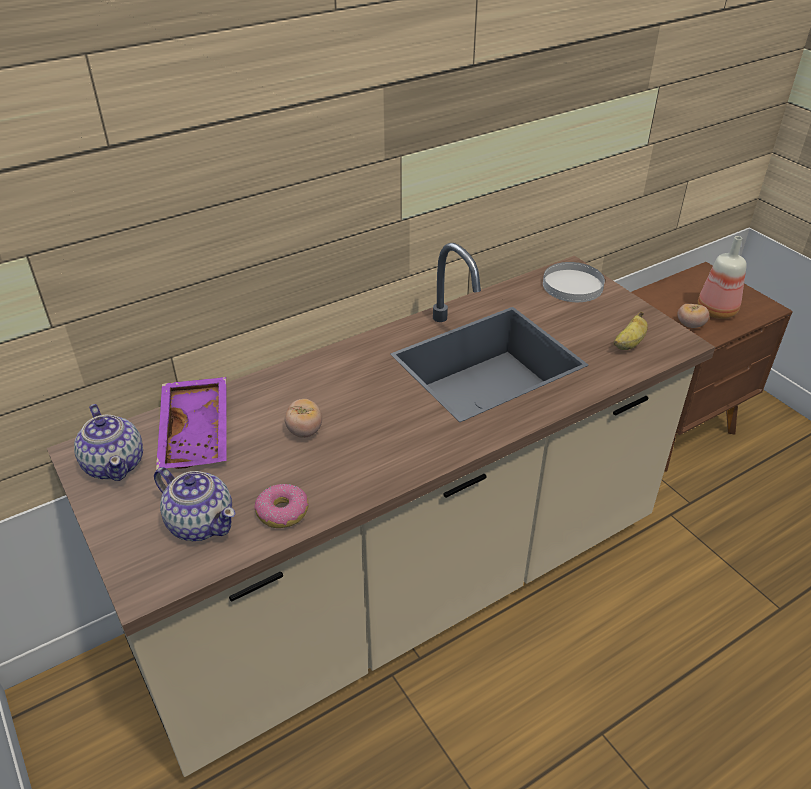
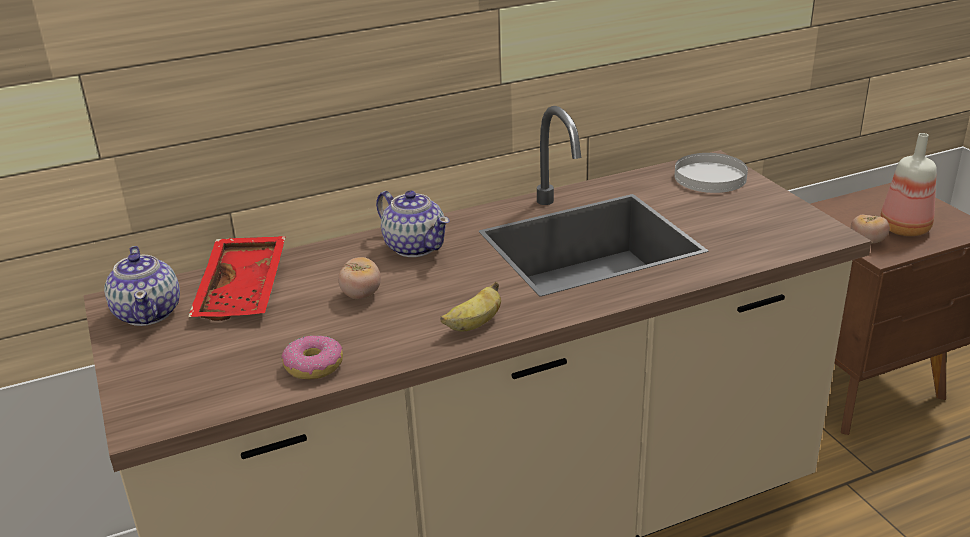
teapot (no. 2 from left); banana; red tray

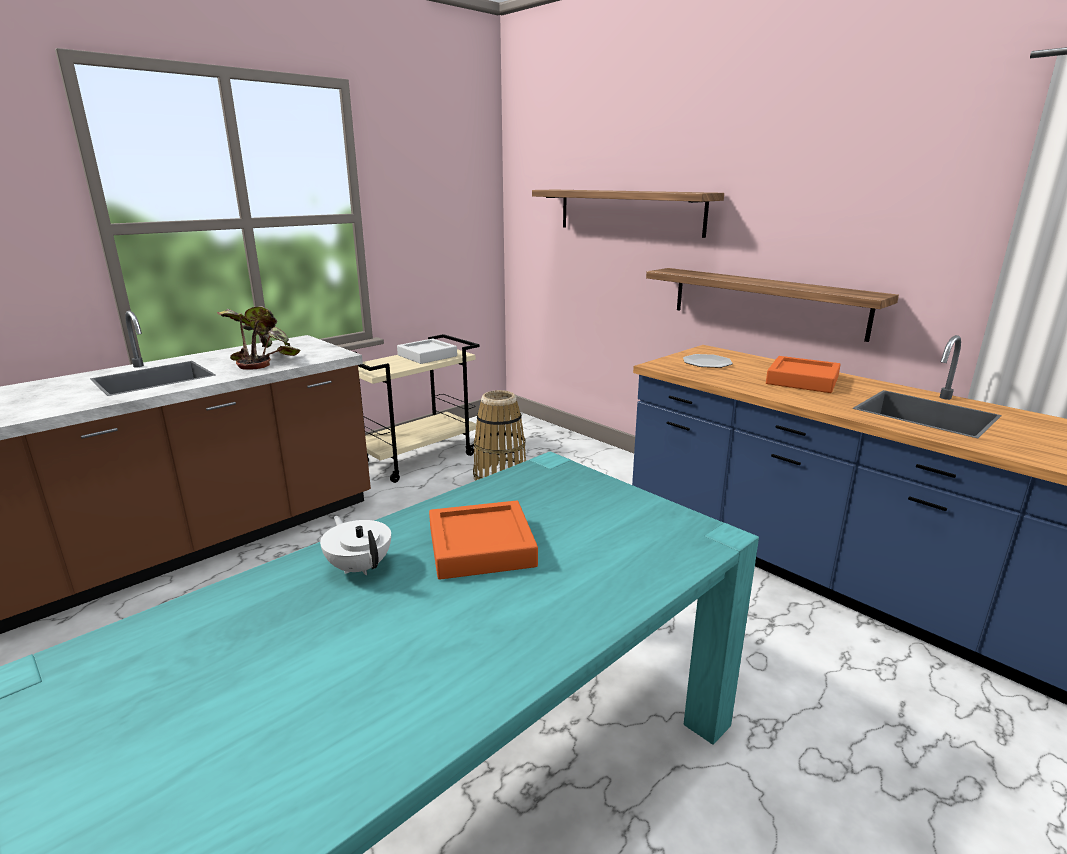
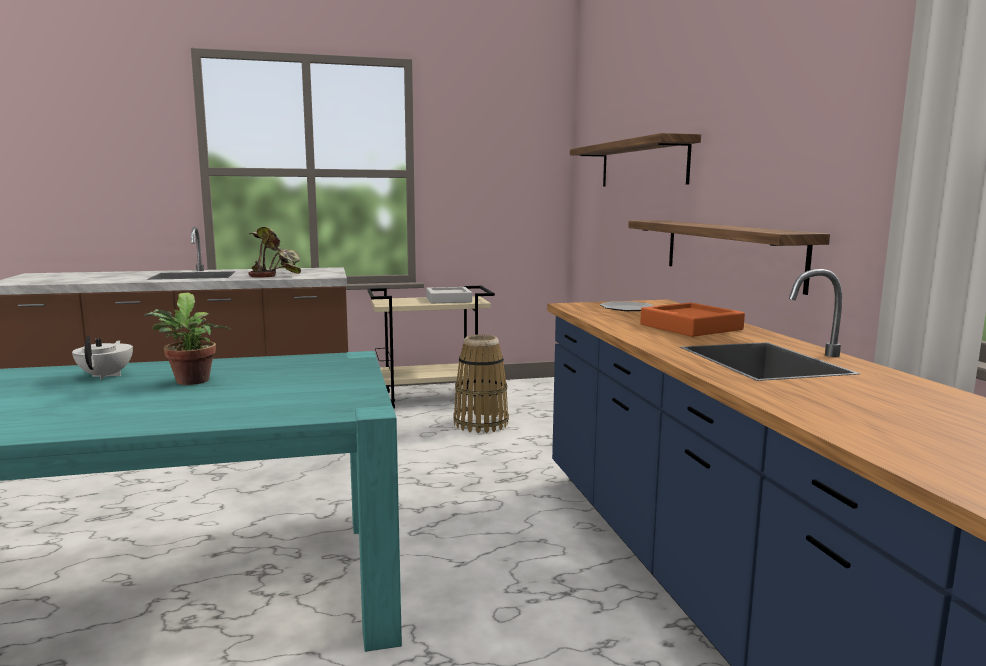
potted plant (no. 1 from left)

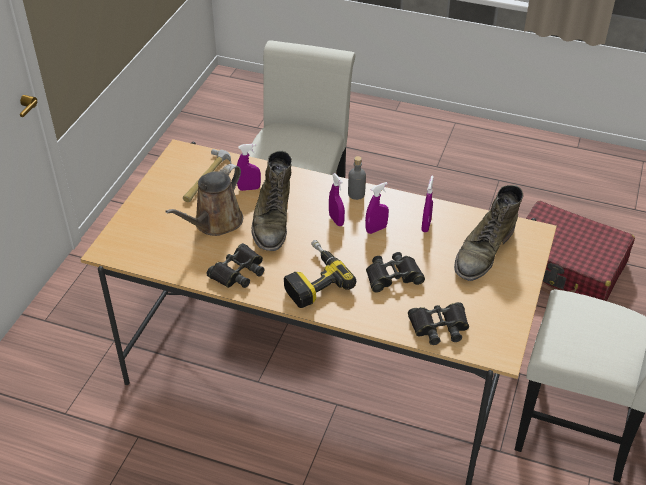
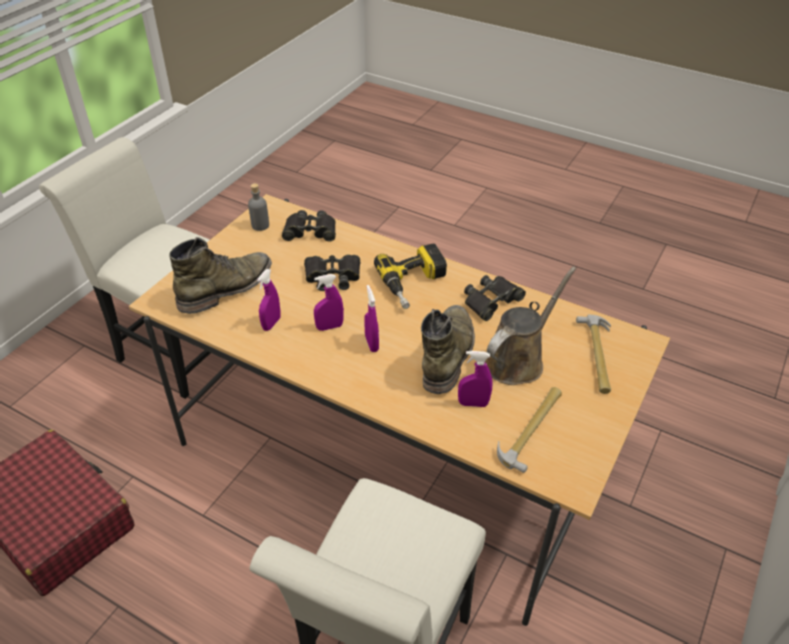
hammer (no. 2 from left); grey bottle

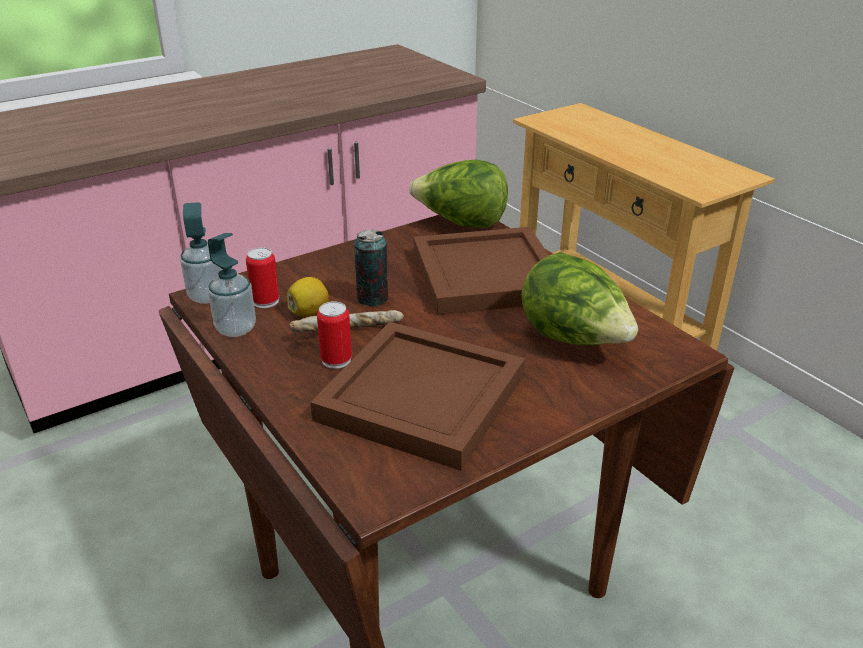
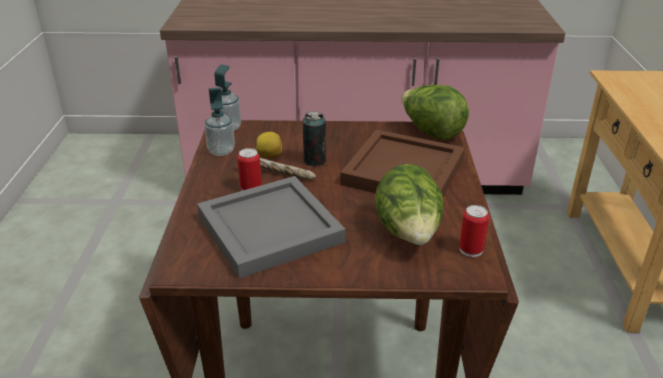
can (no. 3 from left); grey tray

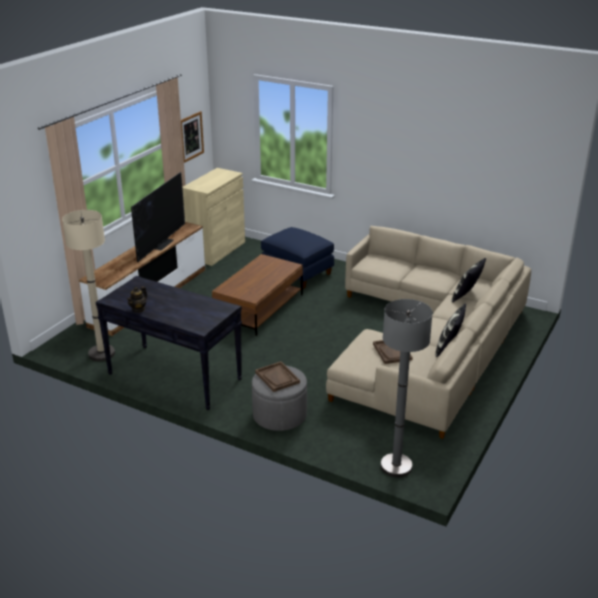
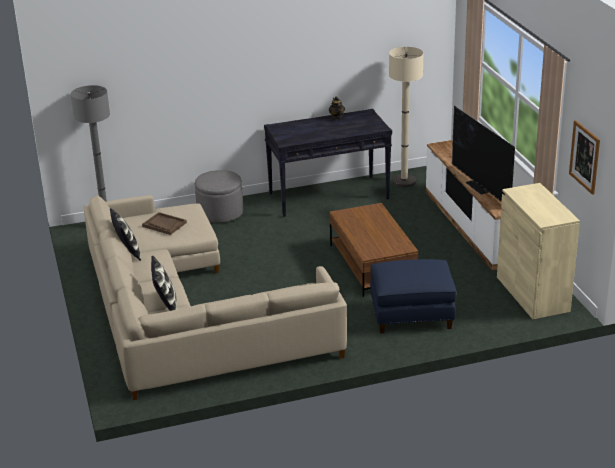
brown tray (no. 1 from left in the first image)

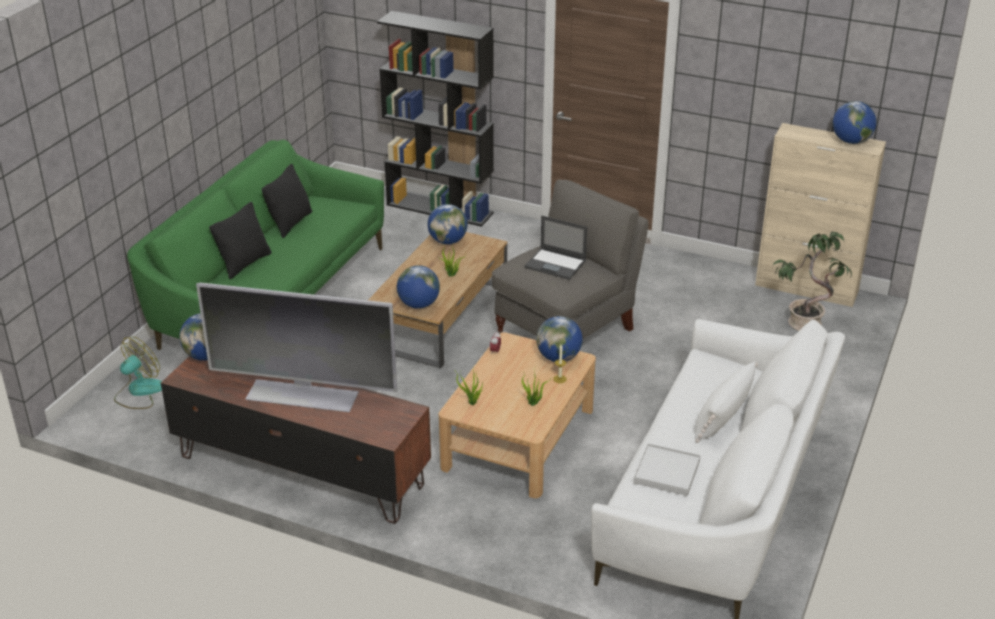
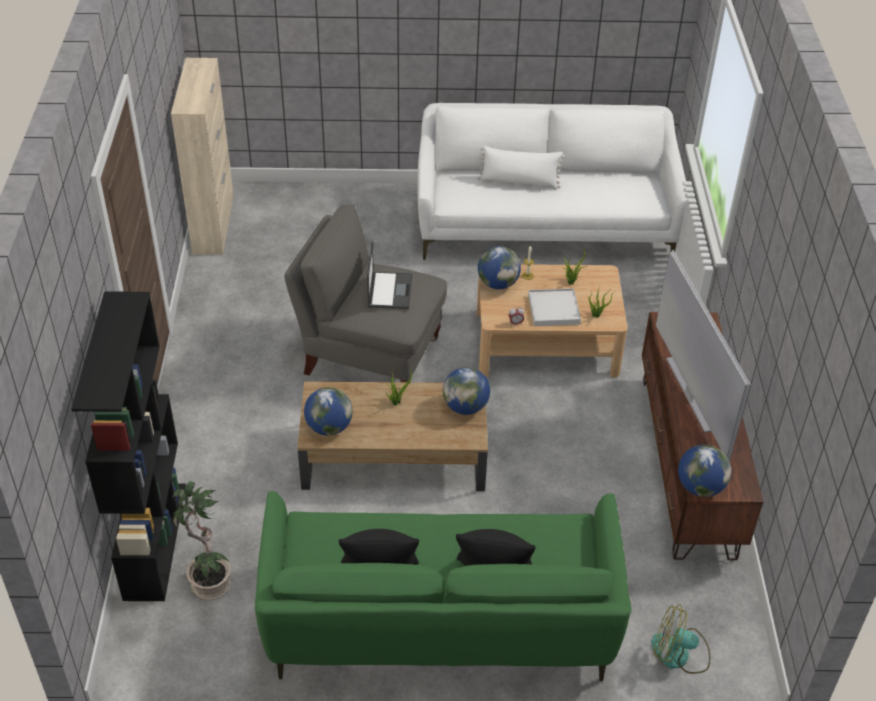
globe (no. 5 from left in the first image); white tray; potted plant (no. 1 from left)

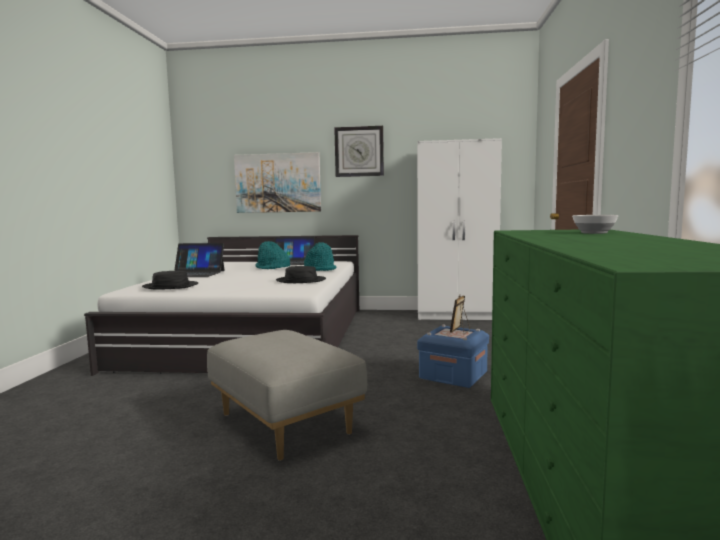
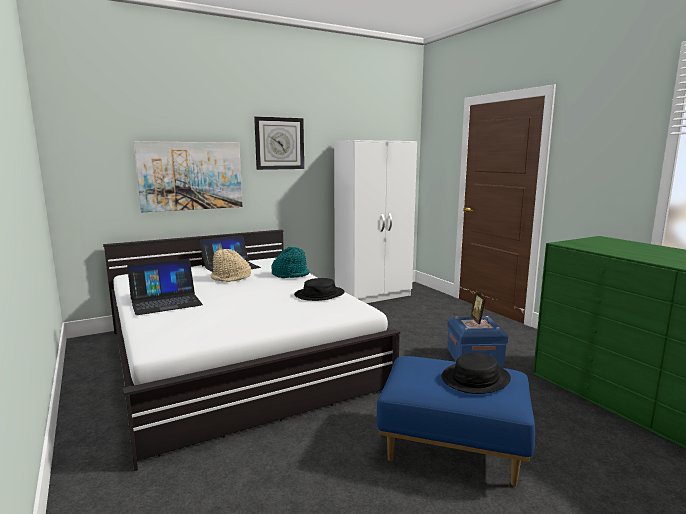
bowl; black hat (no. 2 from left); blue ottoman; beige hat

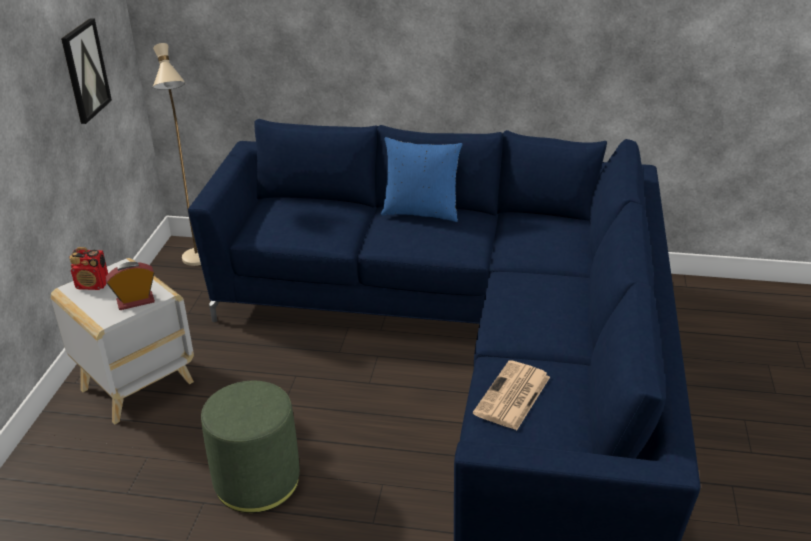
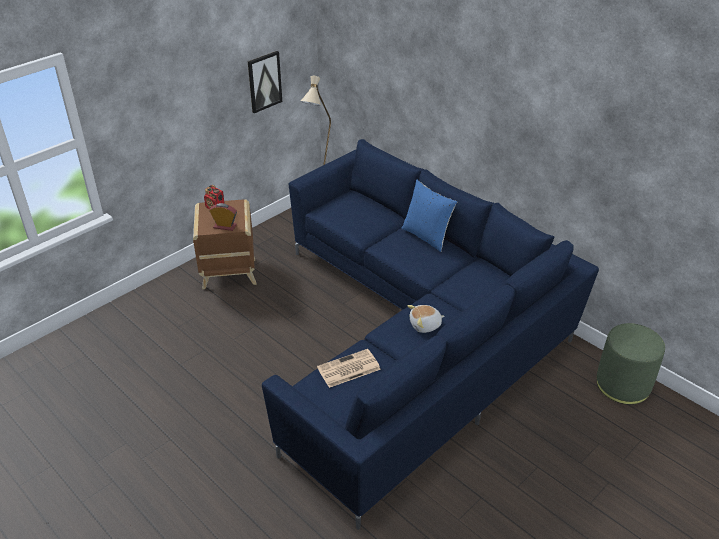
plush toy; green ottoman; brown side table

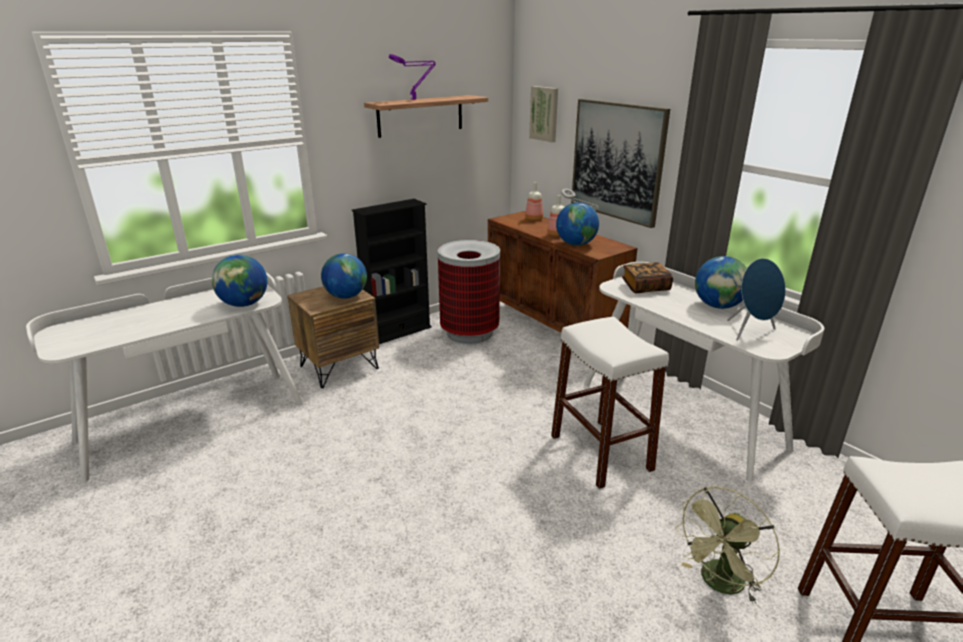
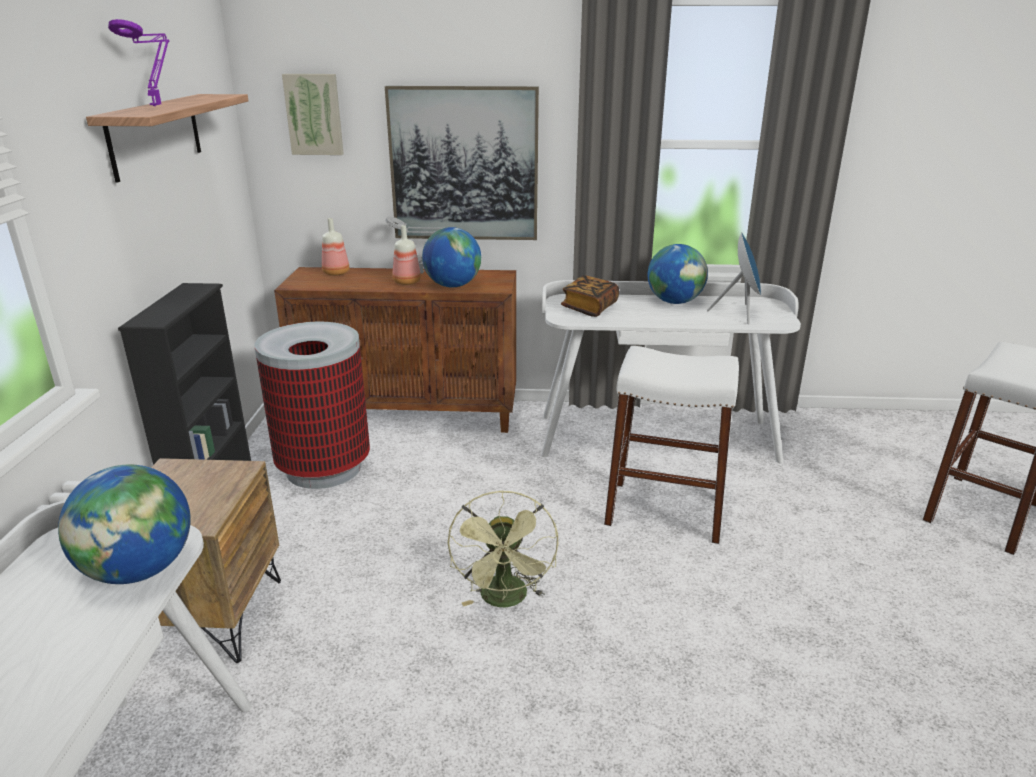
globe (no. 2 from left in the first image); green fan

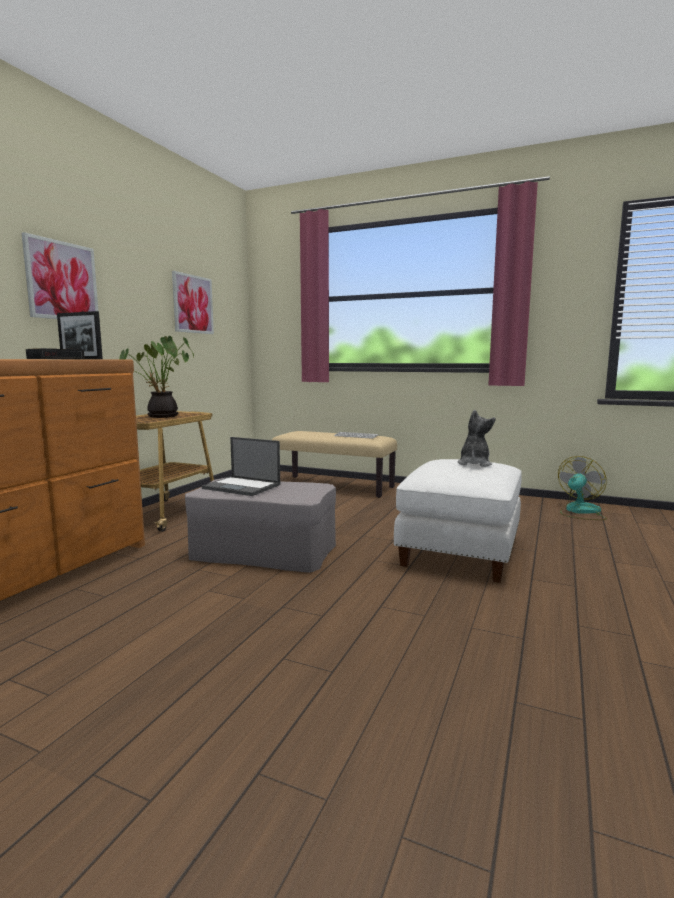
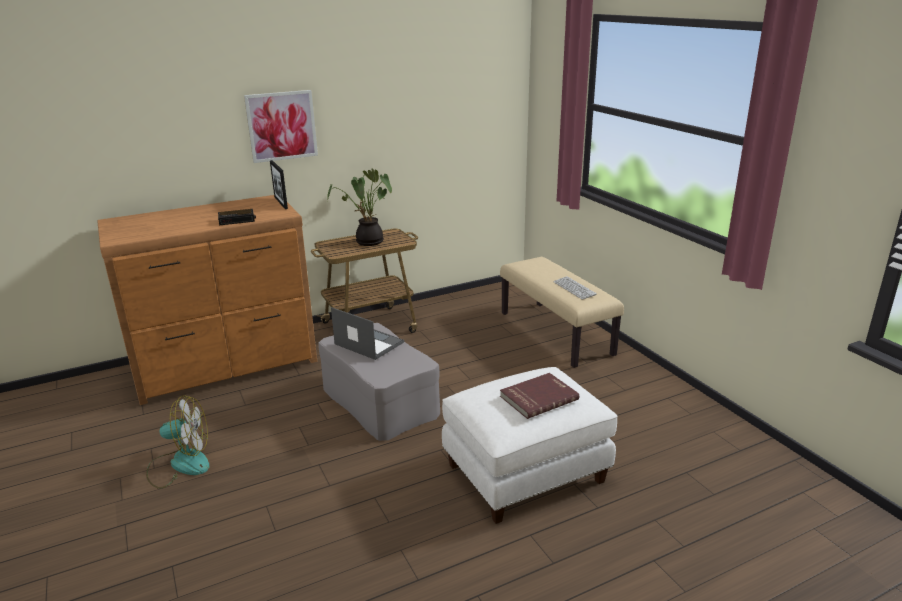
picture (no. 2 from left in the first image); fan; red book; laptop

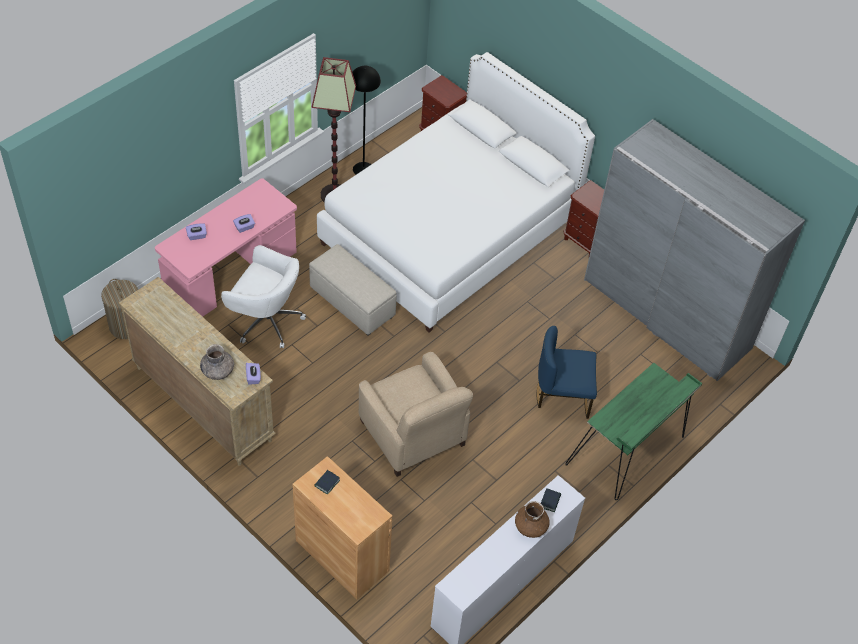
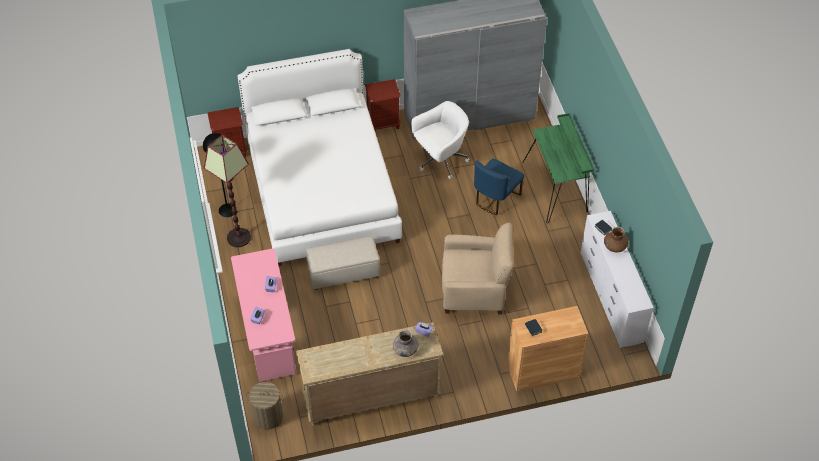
white office chair

